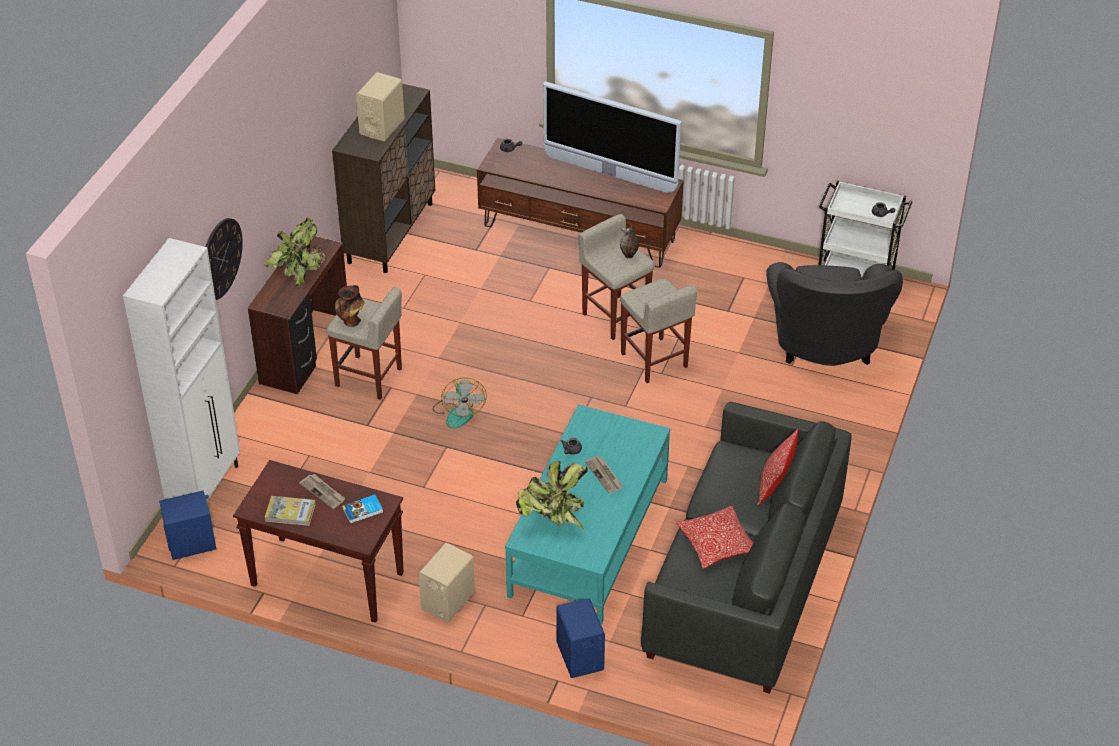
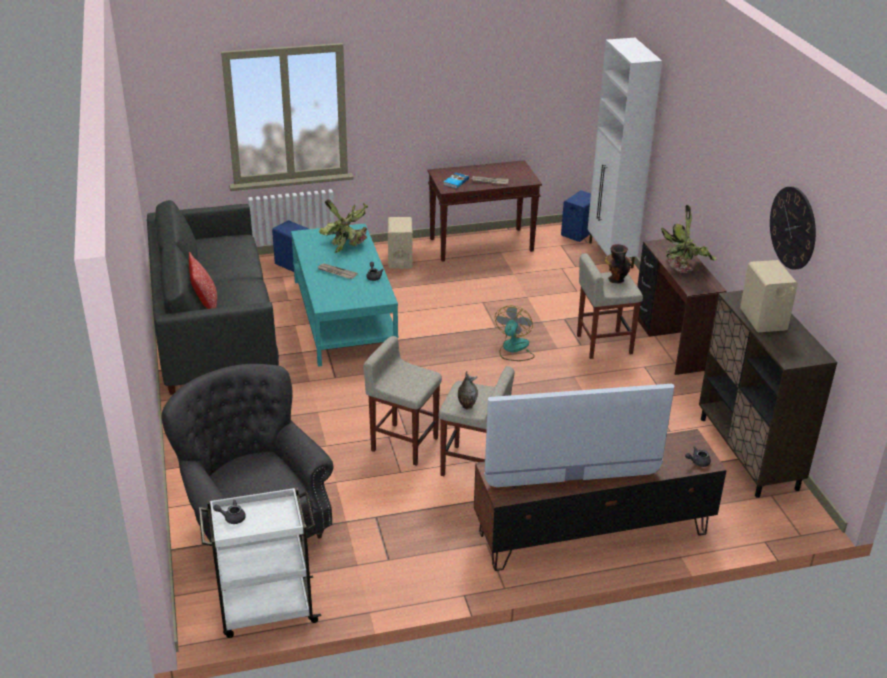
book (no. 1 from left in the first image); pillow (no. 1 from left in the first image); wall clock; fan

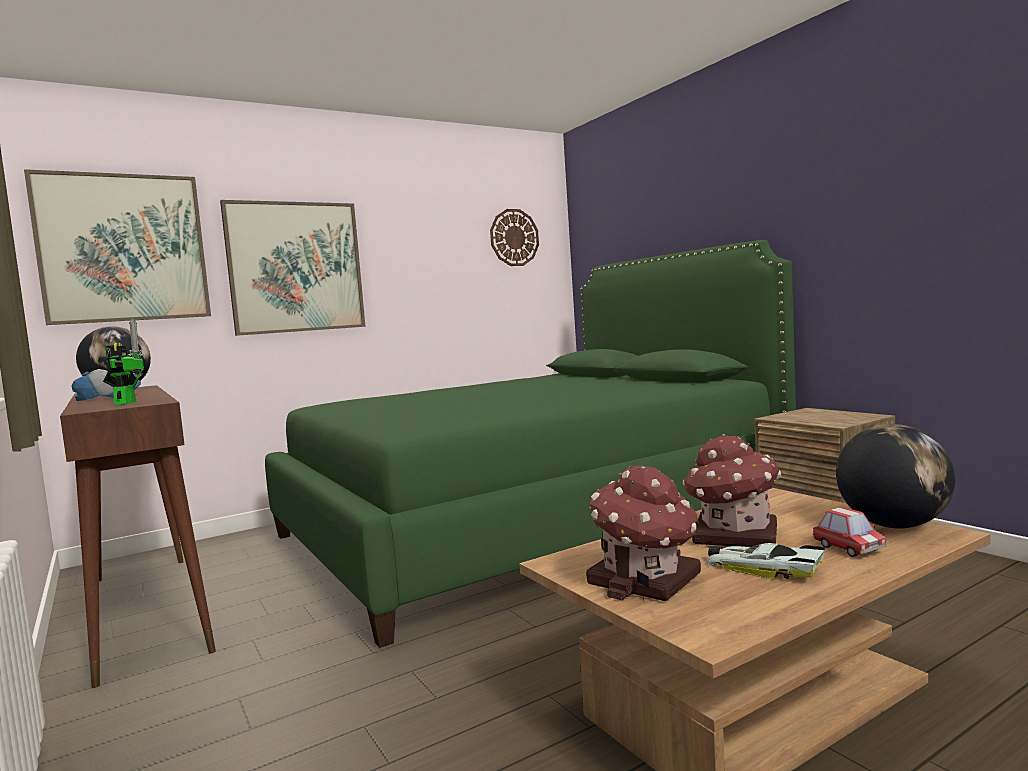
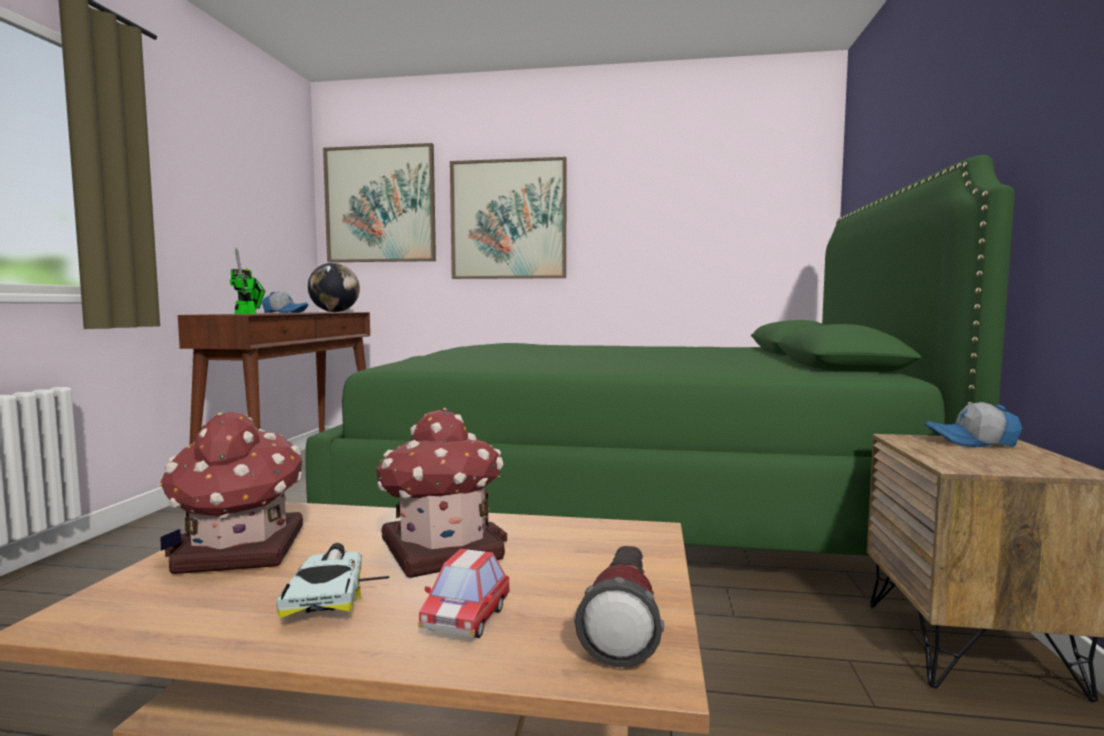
wall clock; cap (no. 2 from left); flashlight

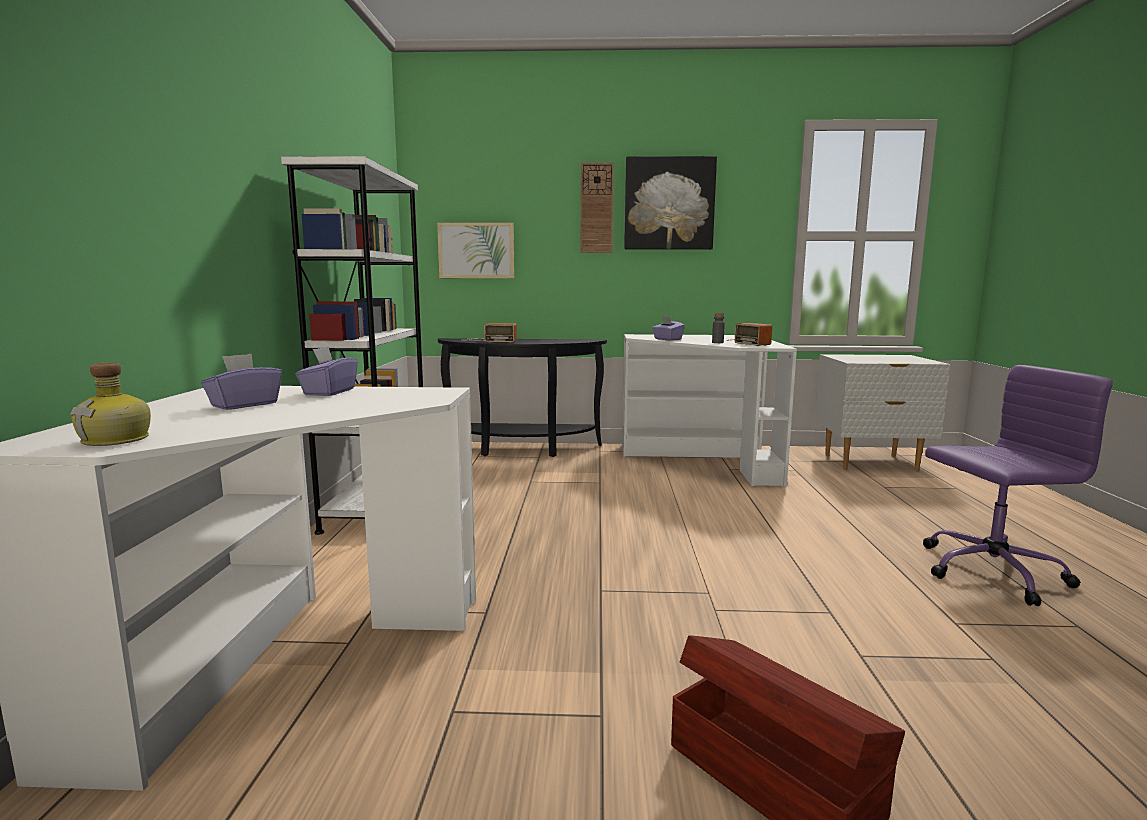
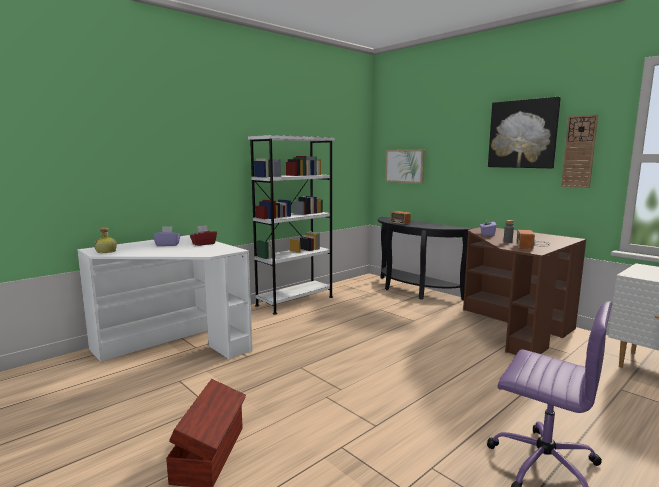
wall clock; red tissue box; brown desk

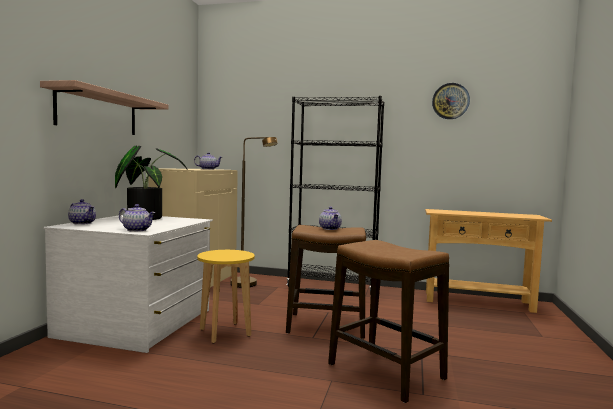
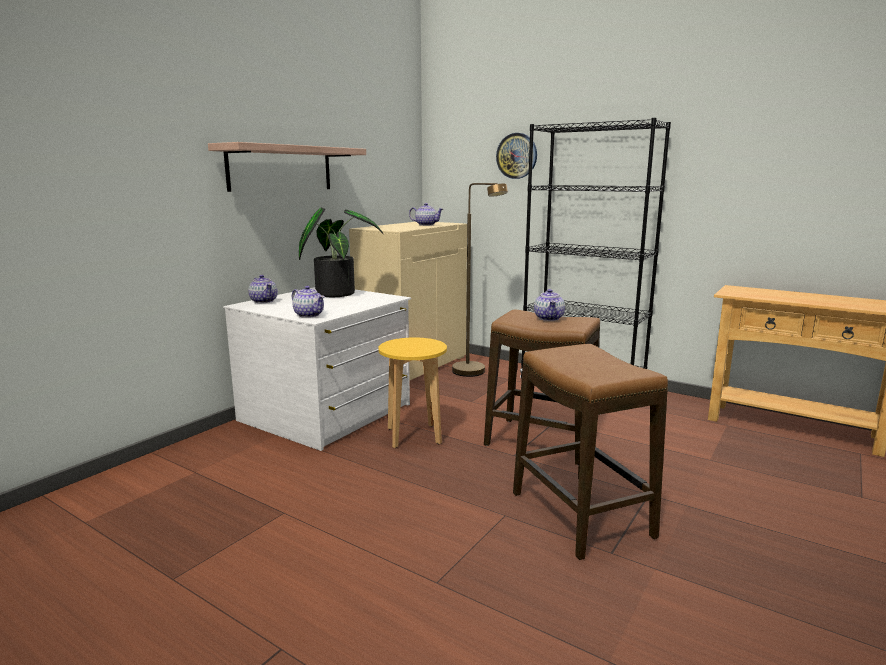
wall clock

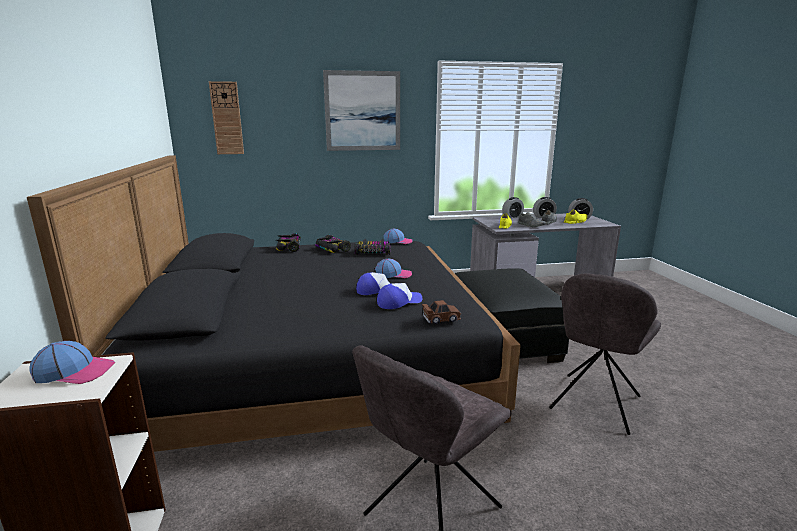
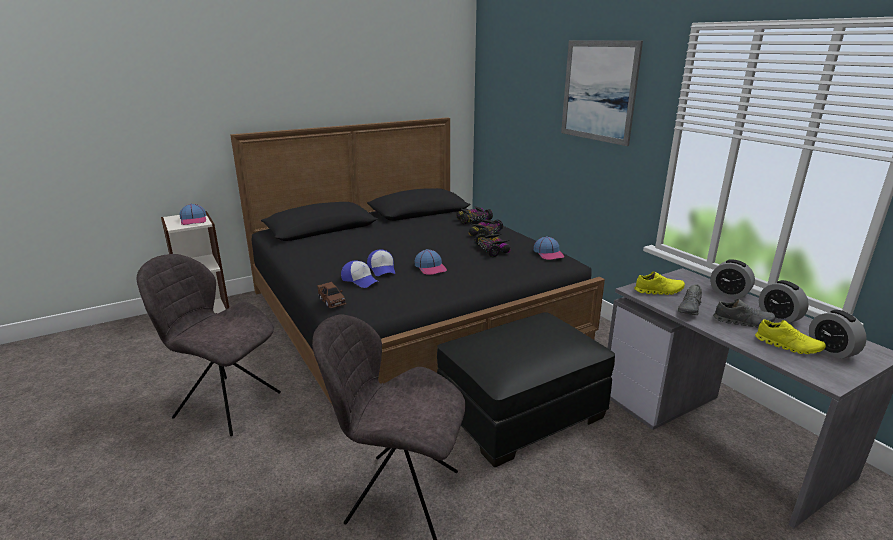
wall clock

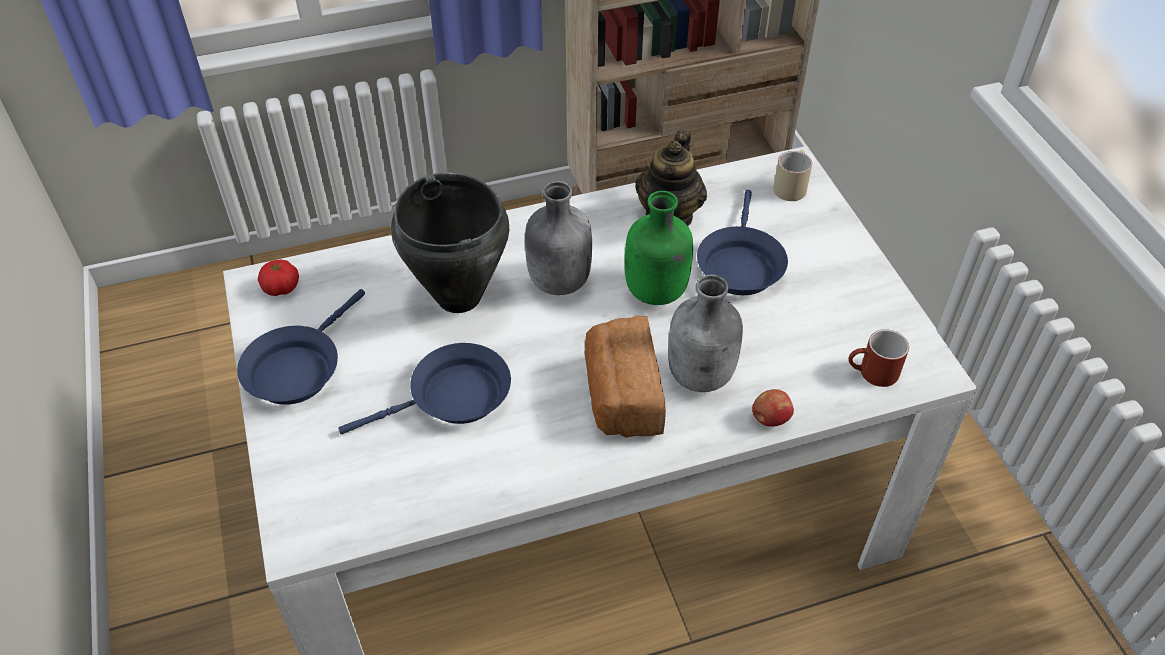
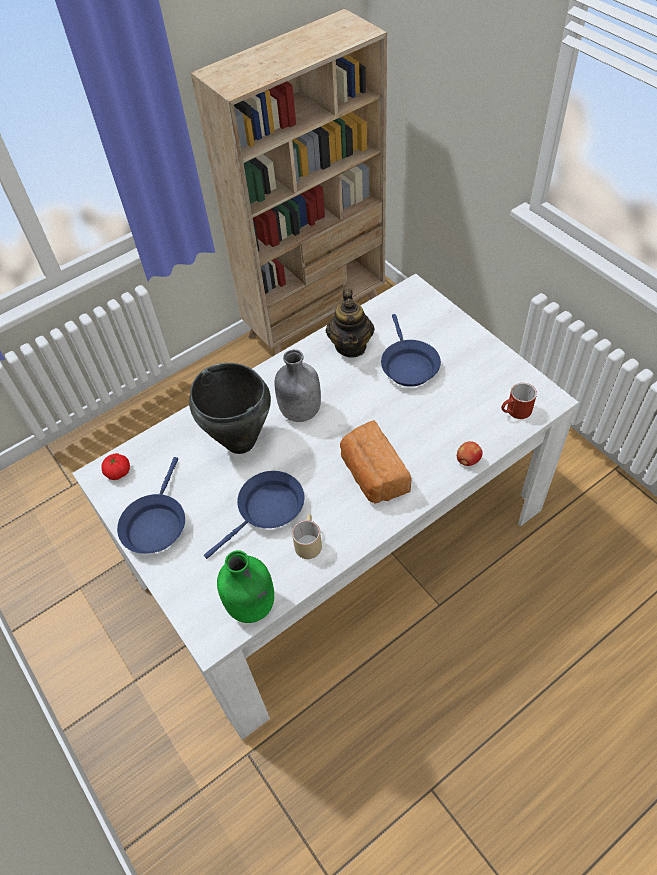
grey bottle (no. 2 from left in the first image); green bottle; beige mug

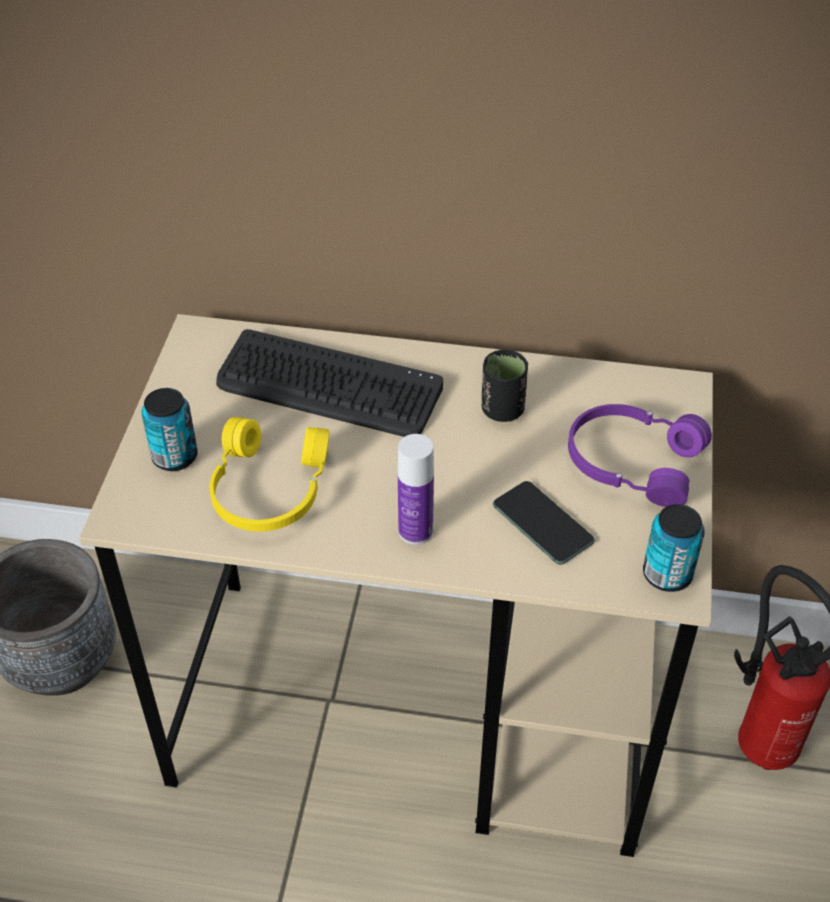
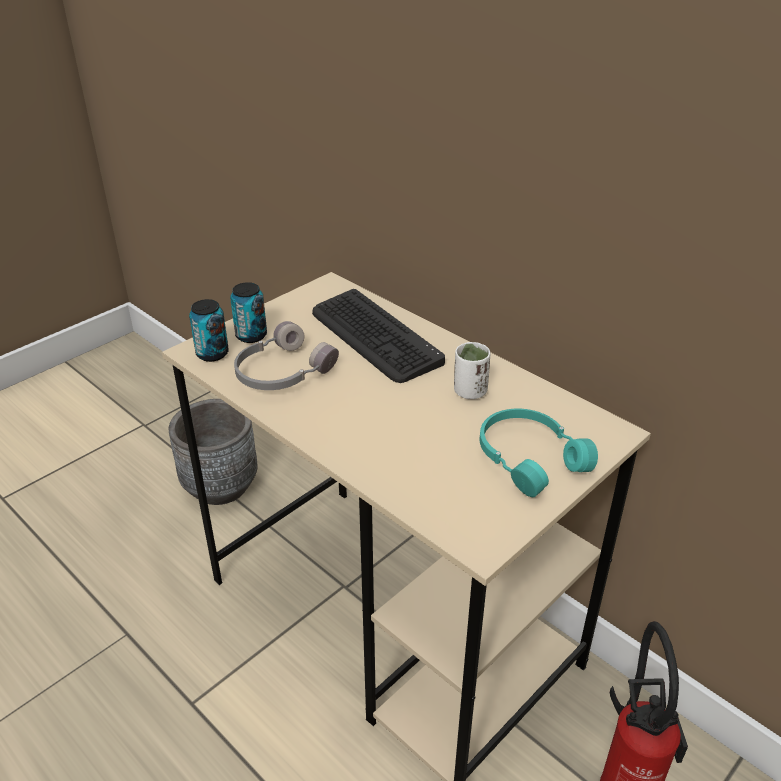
bottle; phone; can (no. 1 from left); grey headphones; white cup; turquoise headphones

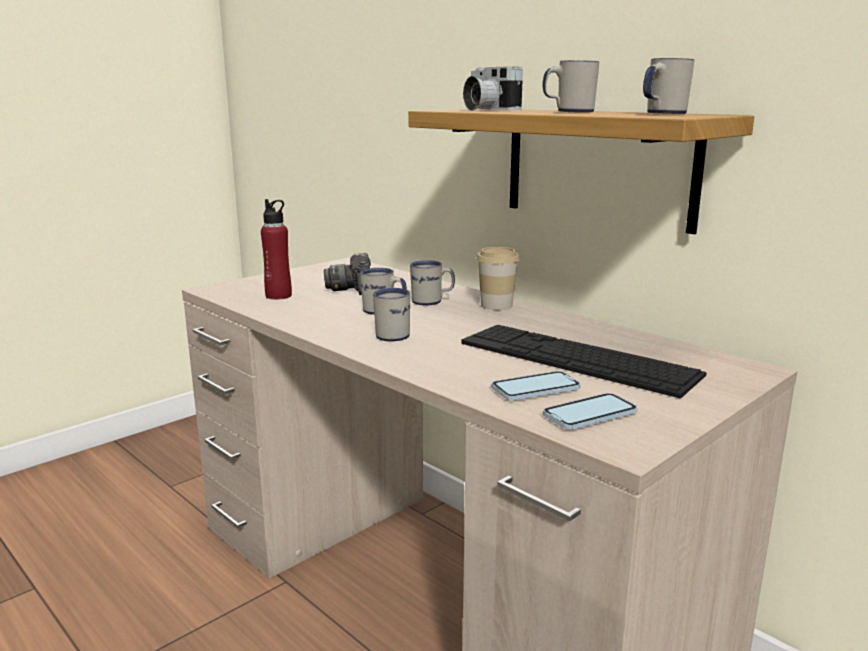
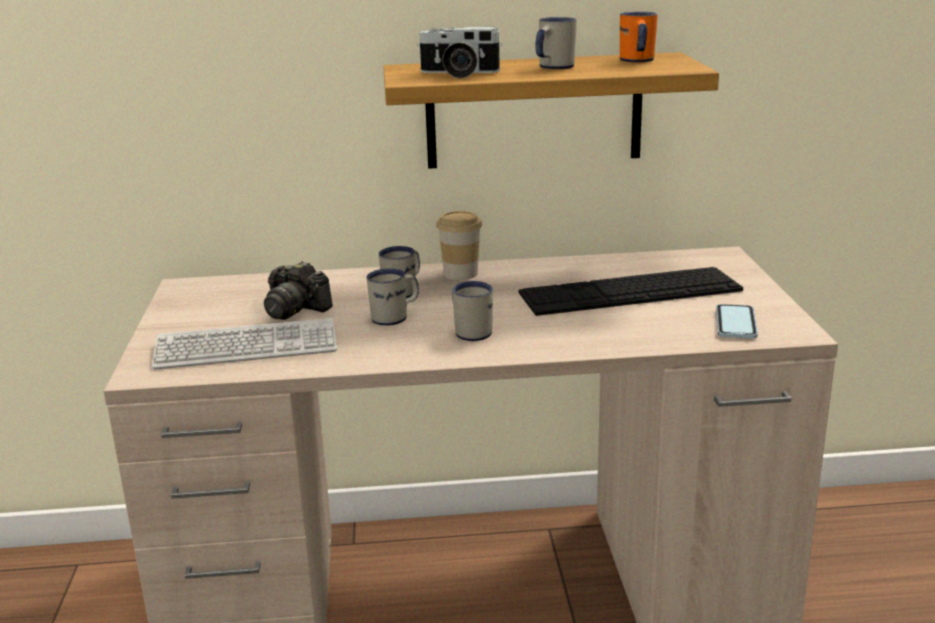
phone (no. 1 from left in the first image); keyboard (no. 1 from left); orange mug

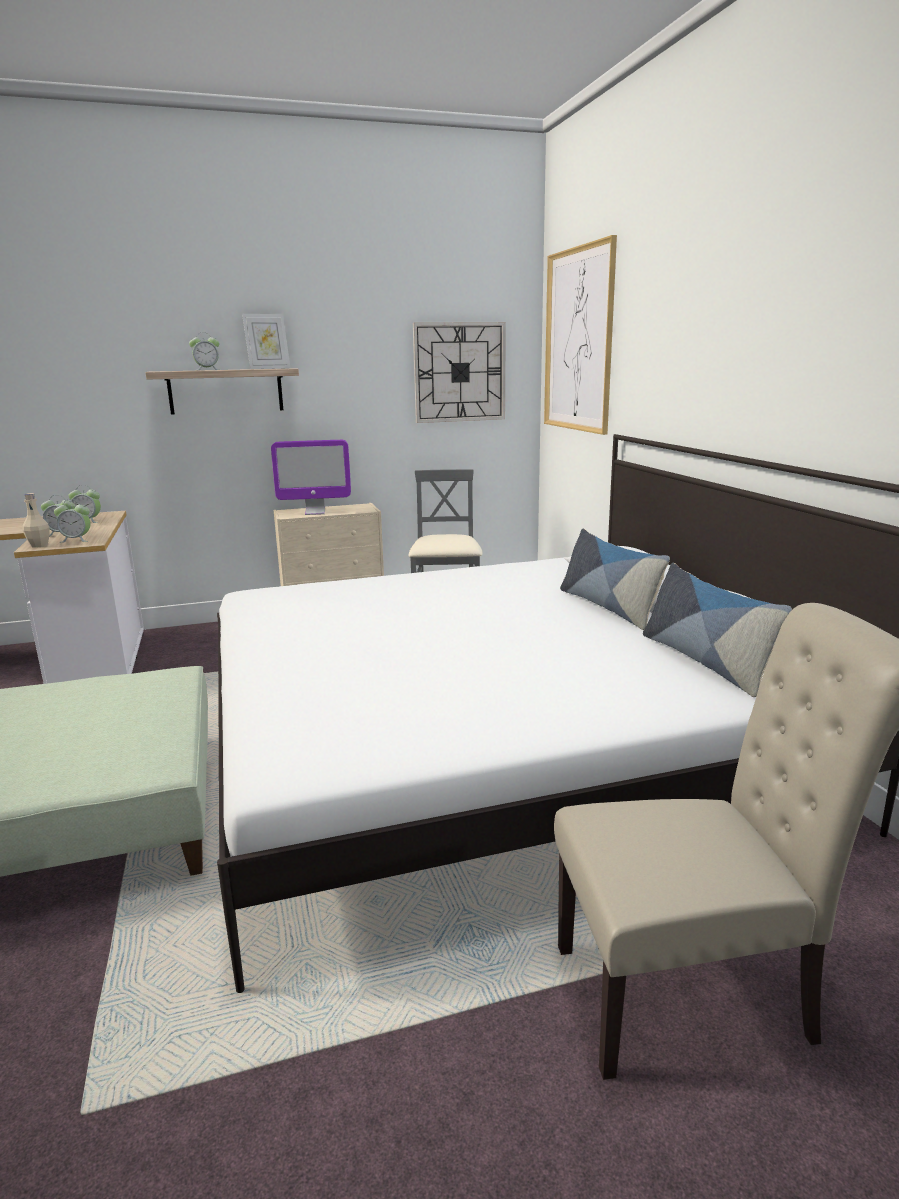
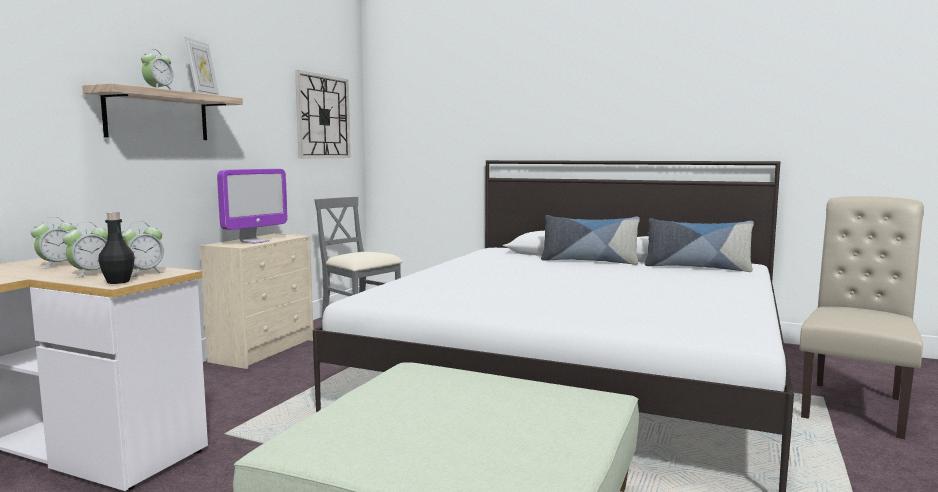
picture; black bottle

